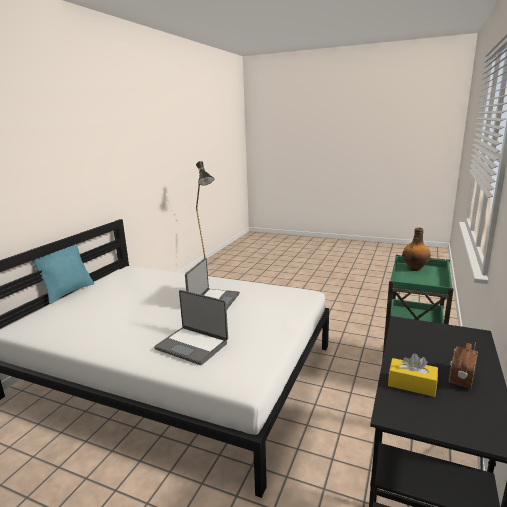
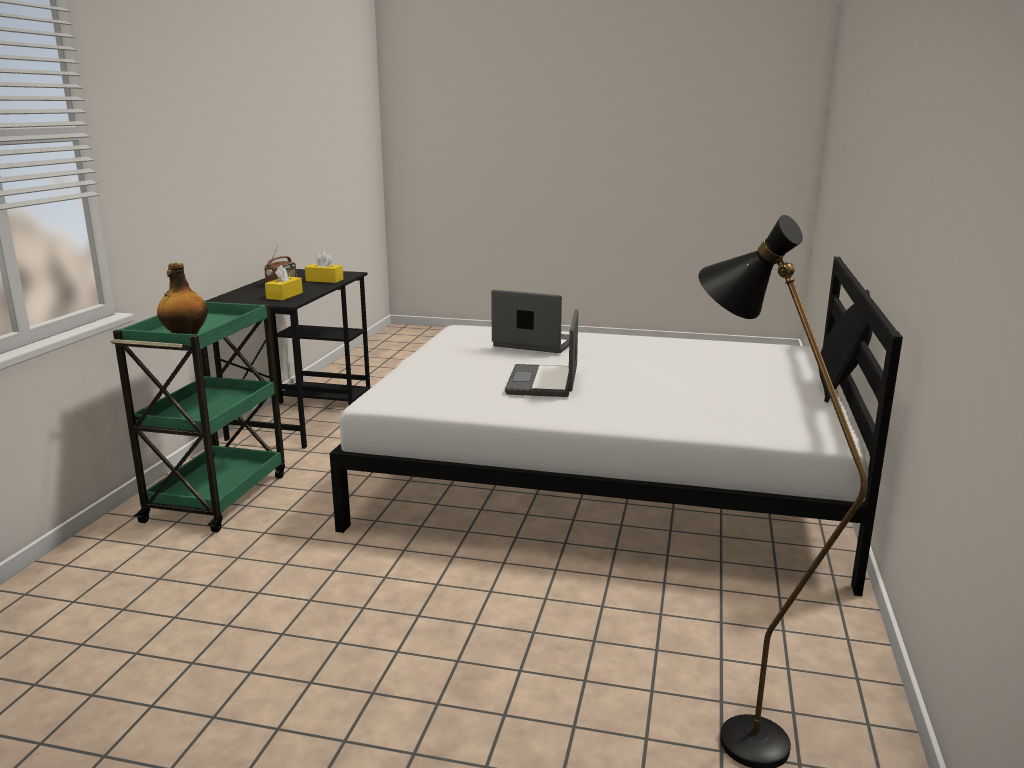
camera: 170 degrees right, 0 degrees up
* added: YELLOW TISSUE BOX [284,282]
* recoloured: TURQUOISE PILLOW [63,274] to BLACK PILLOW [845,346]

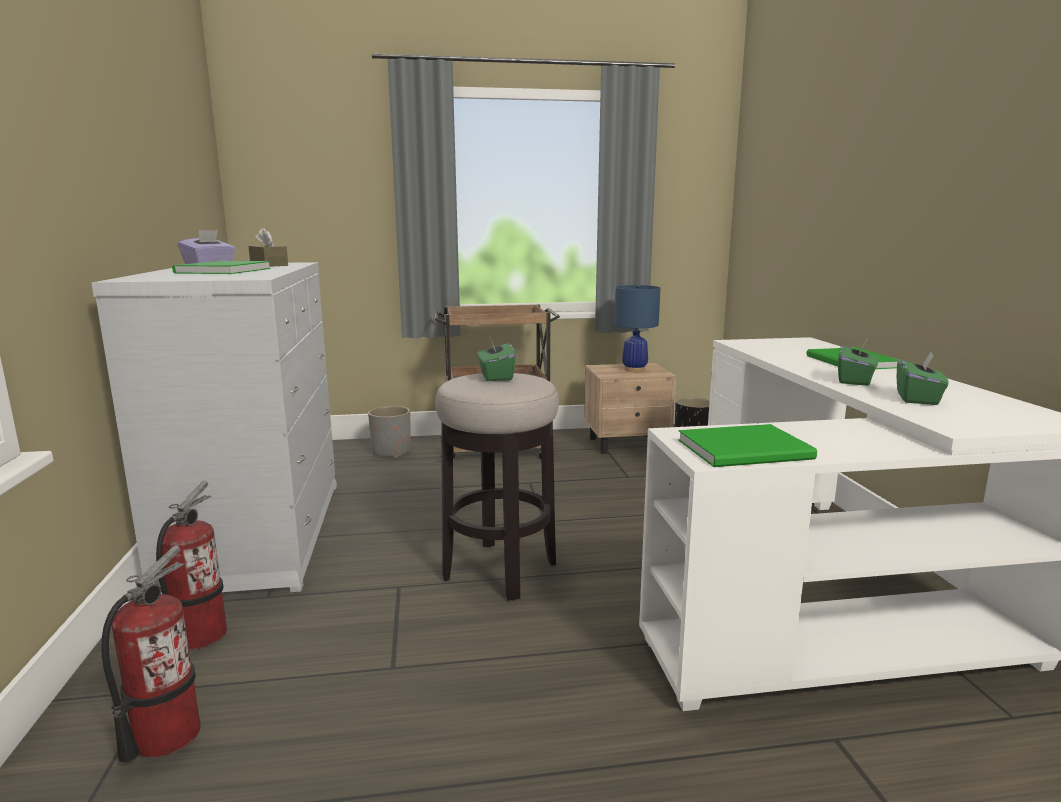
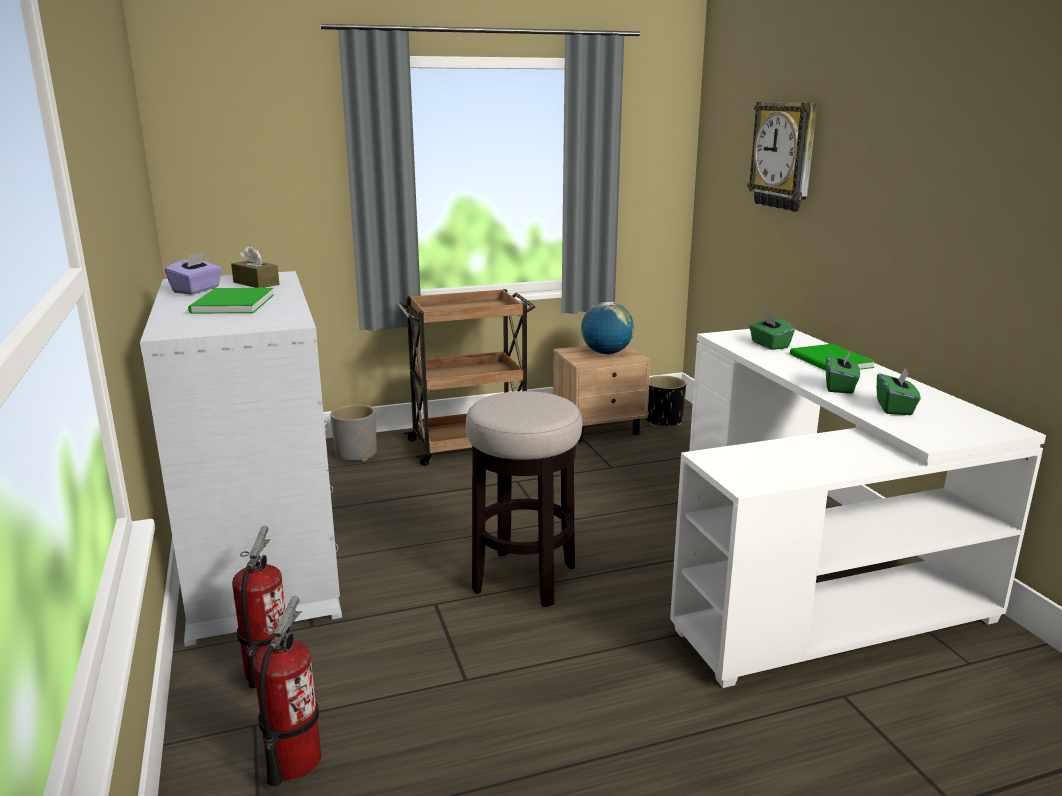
camera: 10 degrees left, 5 degrees up
* removed: GREEN BOOK [747,445]
* added: WALL CLOCK [782,157]
* moved: GREEN TISSUE BOX [496,359] to [772,331]
* replaced: BLUE TABLE LAMP [637,327] to GLOBE [607,327]

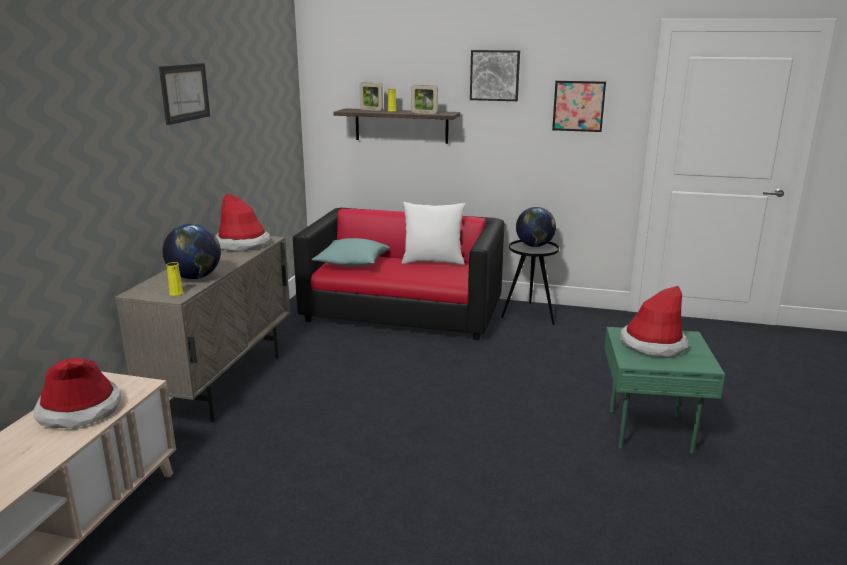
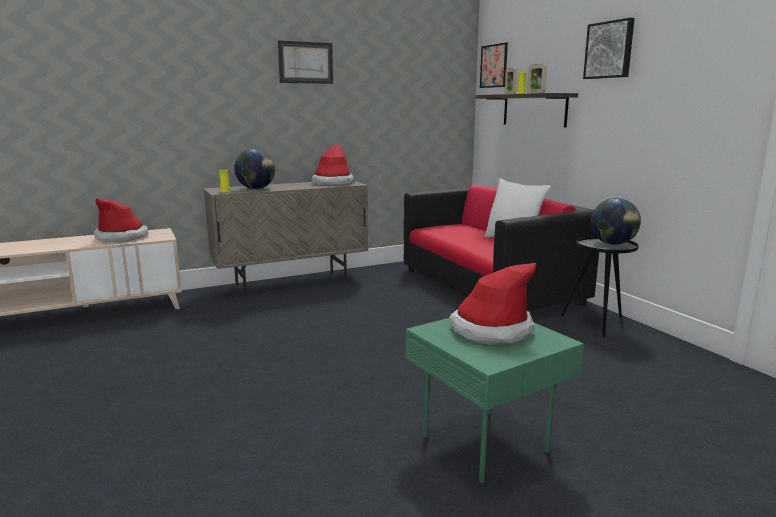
camera: 50 degrees right, 5 degrees down
* removed: TURQUOISE PILLOW [351,252]
* moved: PICTURE [579,106] to [494,65]

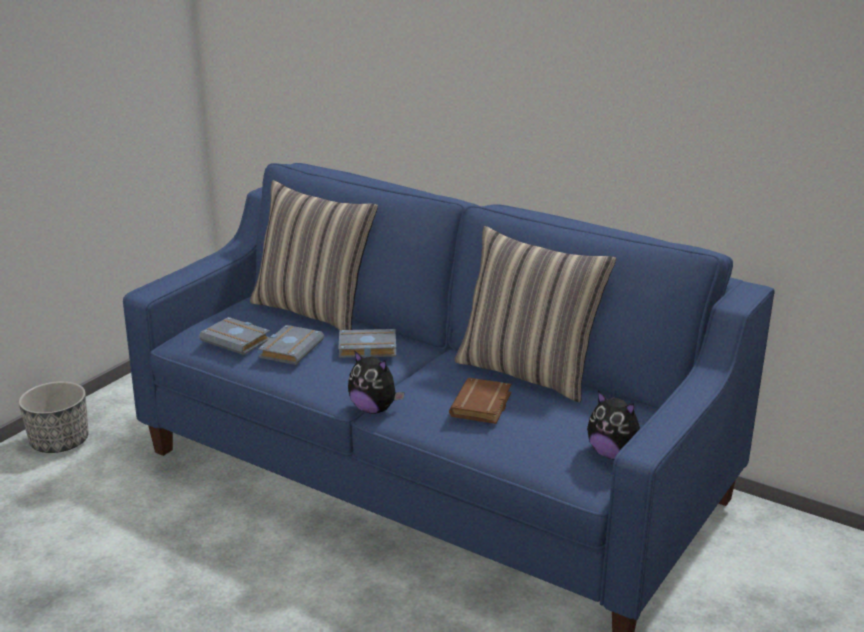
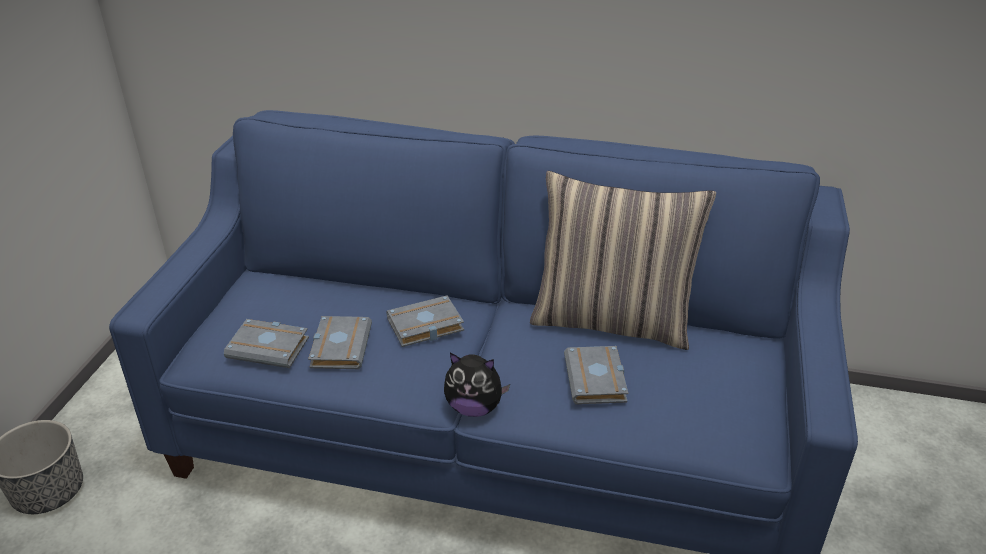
camera: 20 degrees left, 10 degrees up
* removed: PILLOW [314,255]
* removed: PLUSH TOY [613,425]
* recoloured: BROWN BOOK [480,401] to GREY BOOK [596,375]

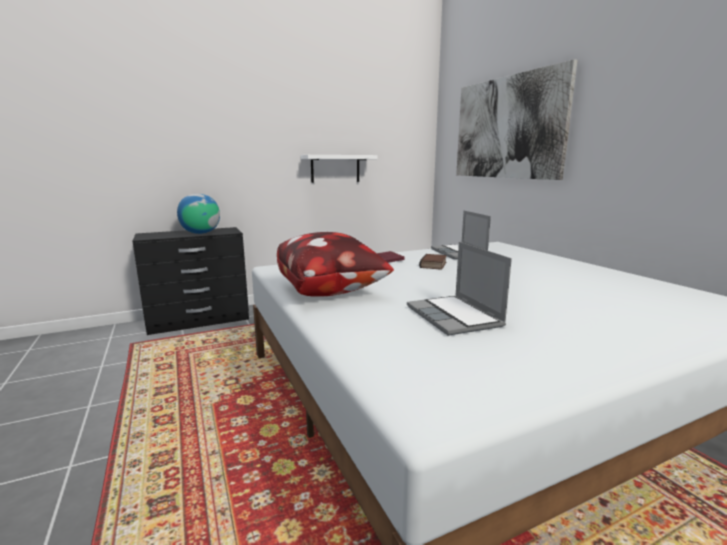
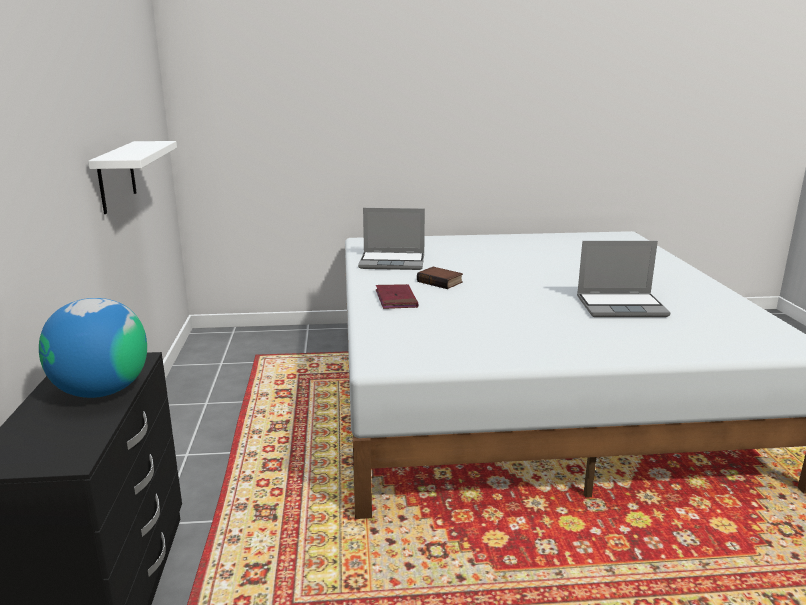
camera: 70 degrees left, 5 degrees up
* removed: PILLOW [335,264]
* removed: PICTURE [517,119]

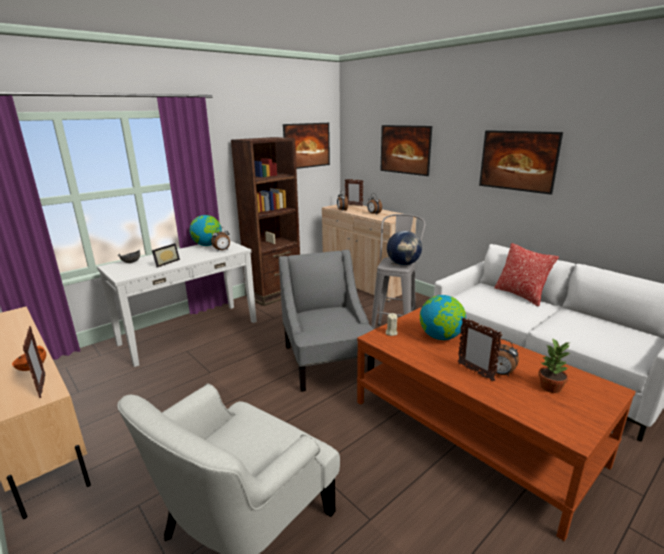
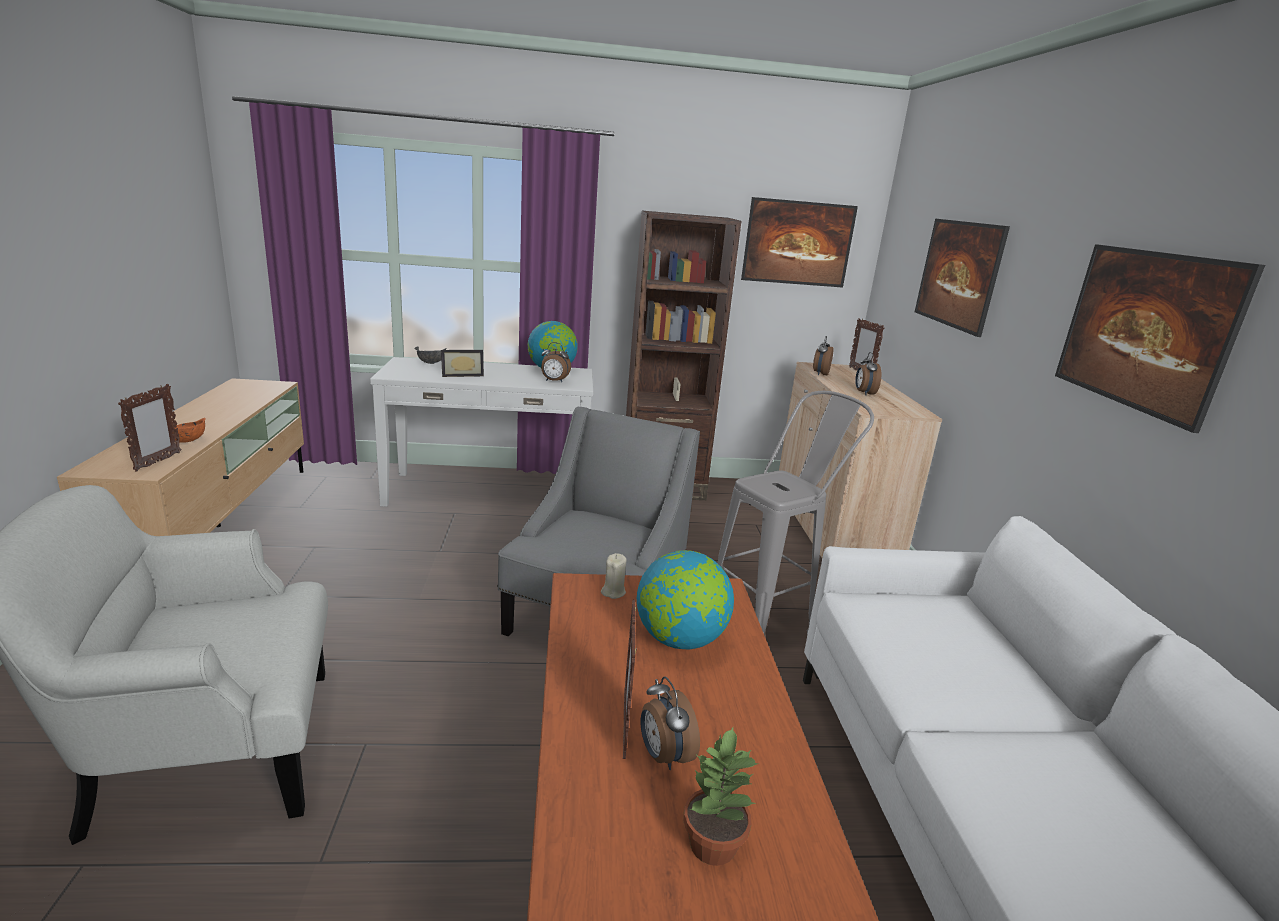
camera: 35 degrees right, 0 degrees up
* removed: GLOBE [404,248]
* removed: PILLOW [526,275]

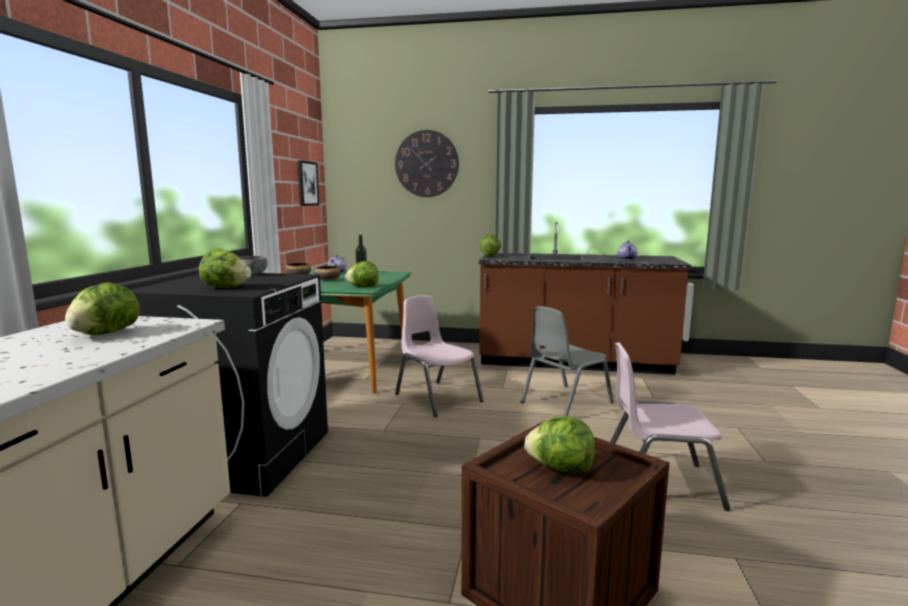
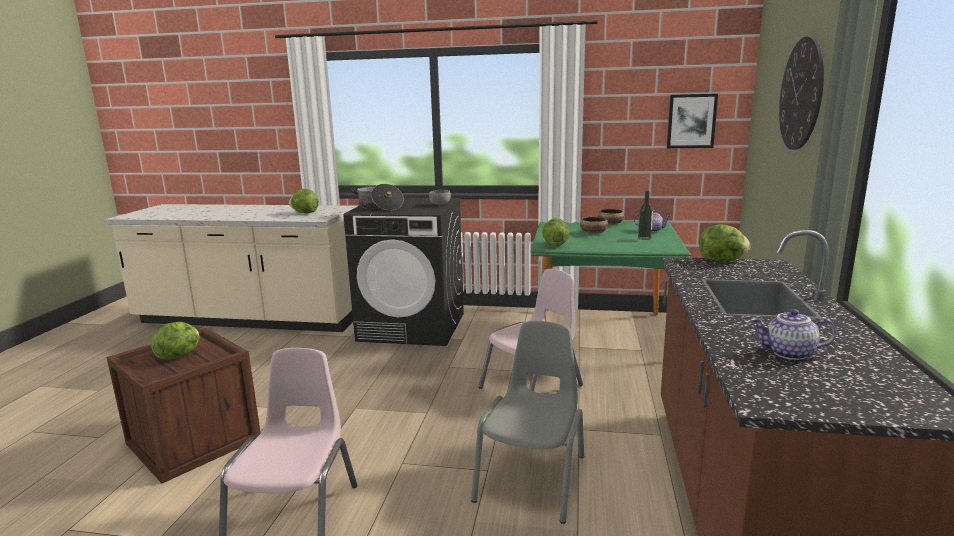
camera: 90 degrees right, 5 degrees up
* replaced: LETTUCE [225,268] to COOKING POT [377,197]
* turned: GREY CHAIR [567,361] = [527,422] 60 degrees clockwise

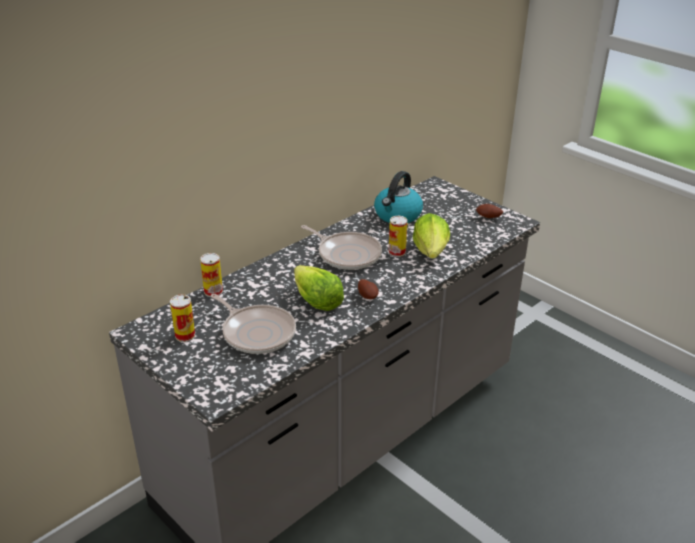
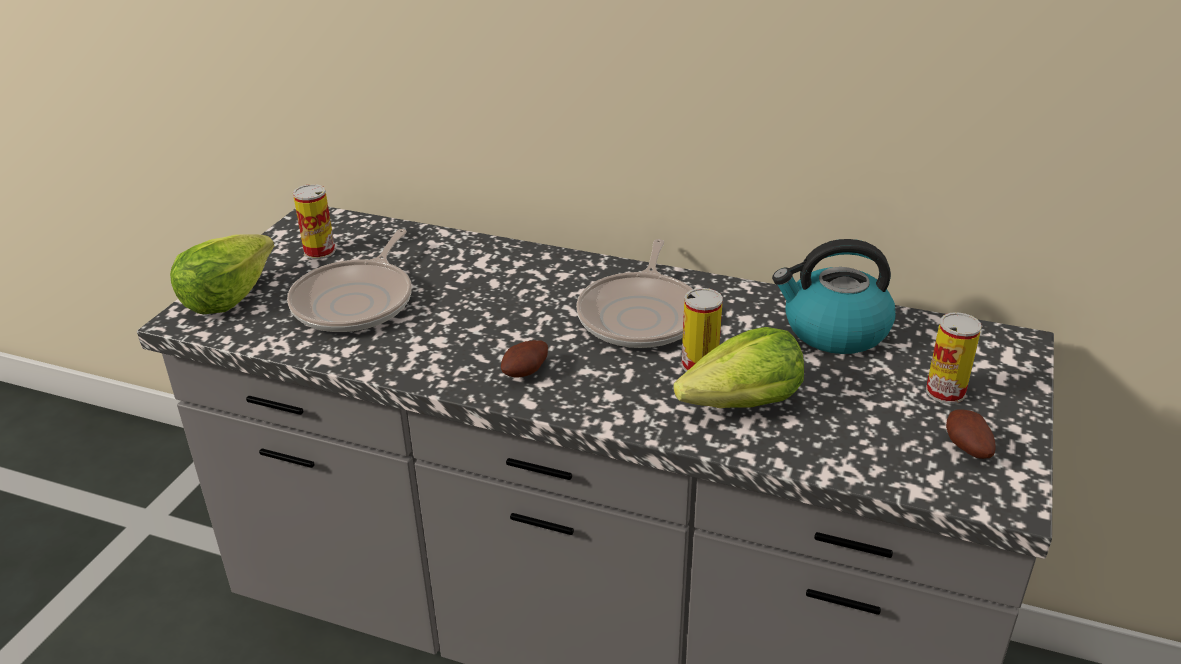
camera: 65 degrees right, 0 degrees up
* moved: CAN [211,275] to [954,358]
* moved: LETTUCE [319,288] to [222,274]

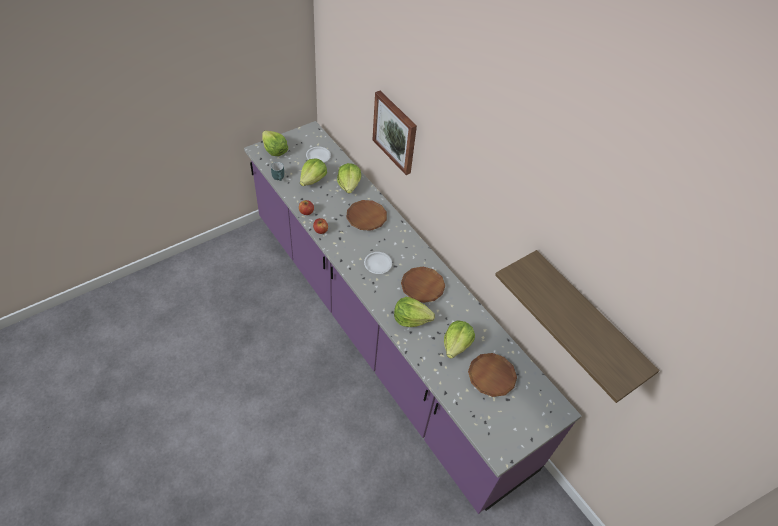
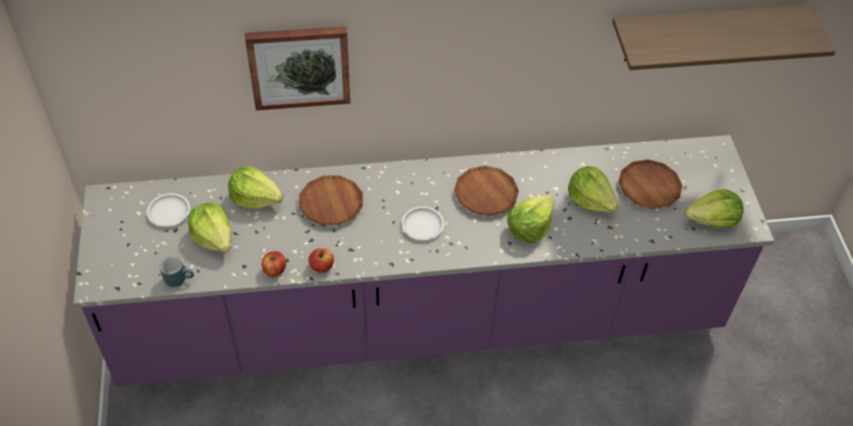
camera: 60 degrees left, 0 degrees up
* moved: LETTUCE [275,143] to [715,208]

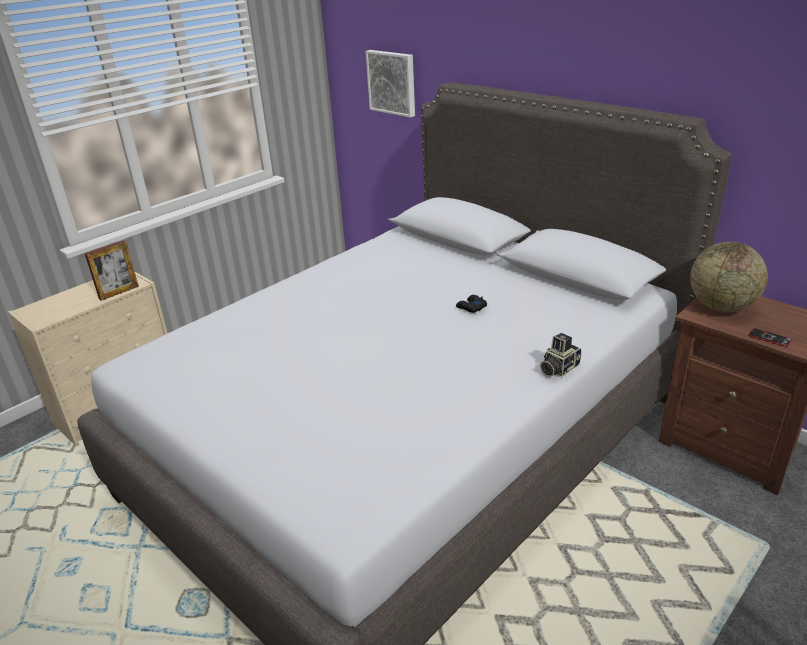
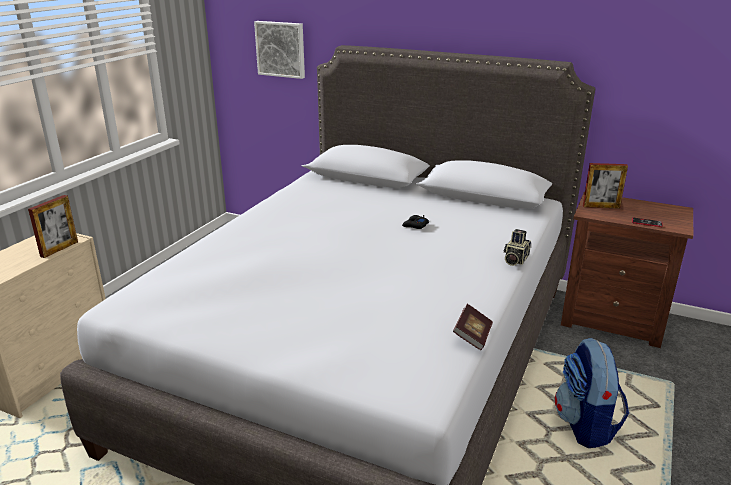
camera: 20 degrees left, 5 degrees down
* added: BOOK [473,327]
* added: BACKPACK [592,393]
* replaced: GLOBE [729,277] to PICTURE FRAME [605,186]

